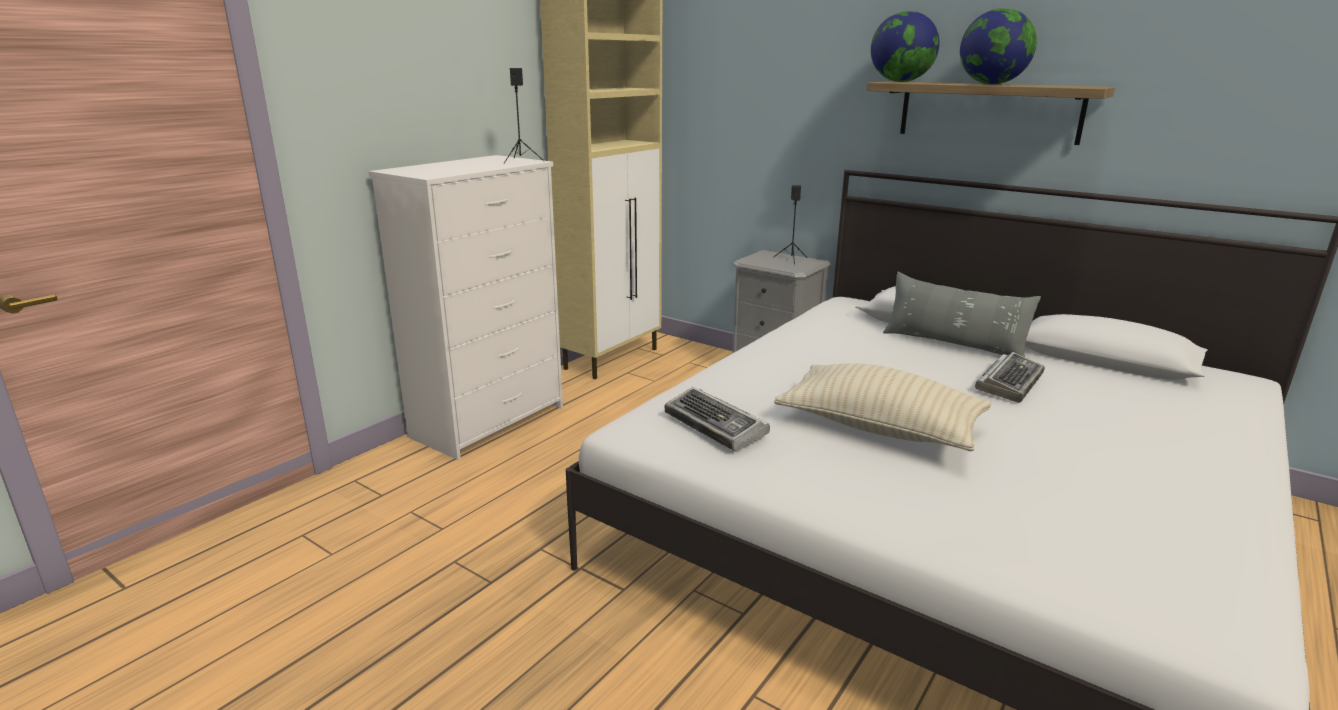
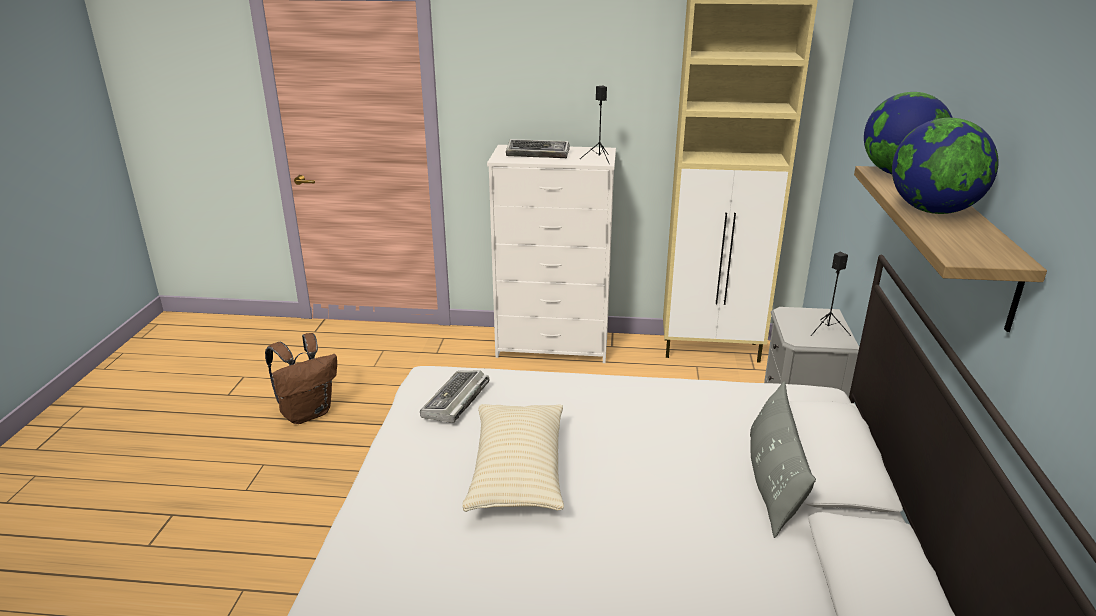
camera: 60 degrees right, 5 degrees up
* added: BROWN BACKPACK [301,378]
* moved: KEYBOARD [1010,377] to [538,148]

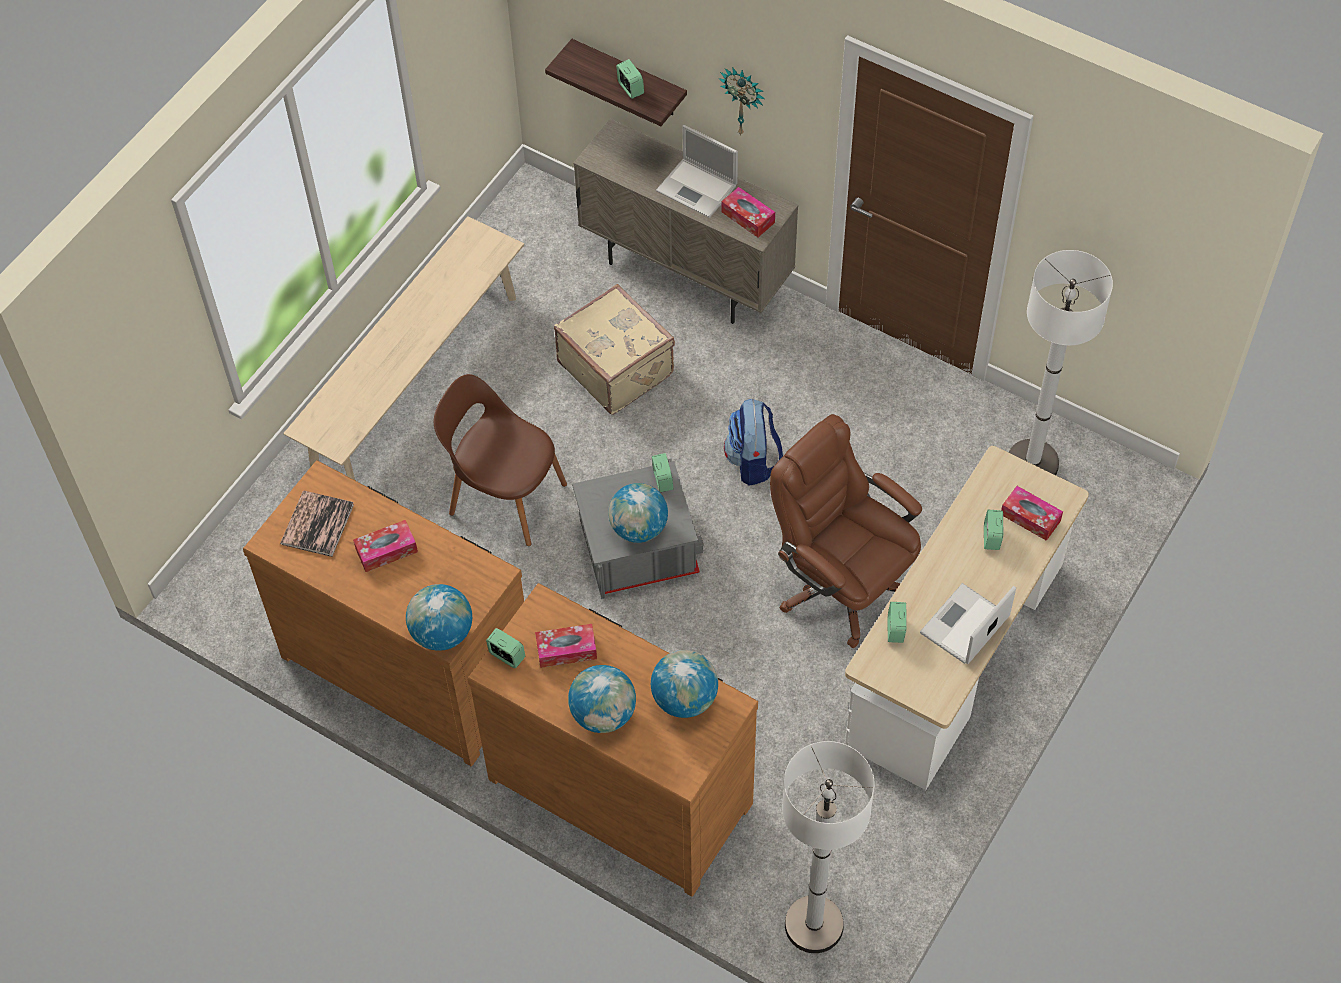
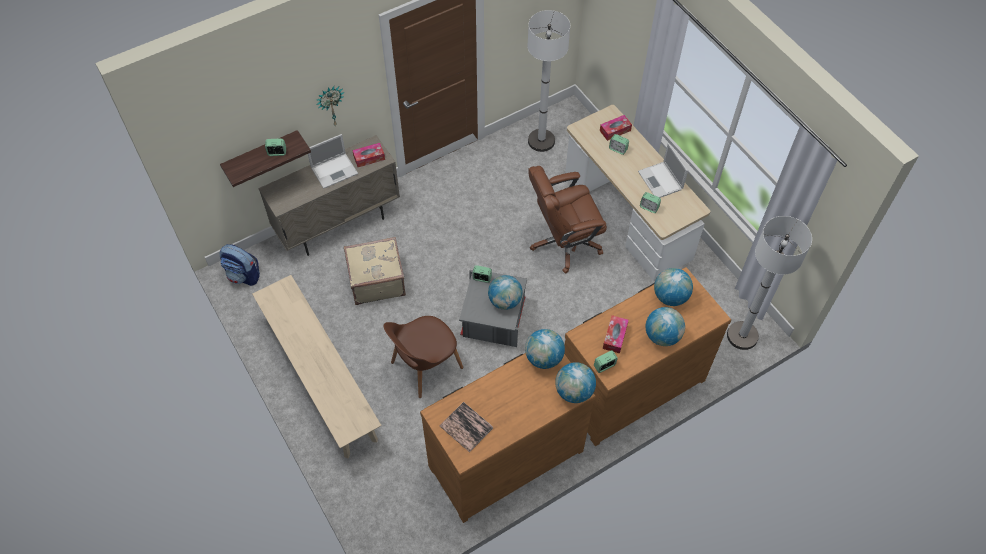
camera: 65 degrees left, 0 degrees up
* removed: TISSUE BOX [385,546]
* added: GLOBE [545,349]
* moved: BACKPACK [753,442] to [240,265]

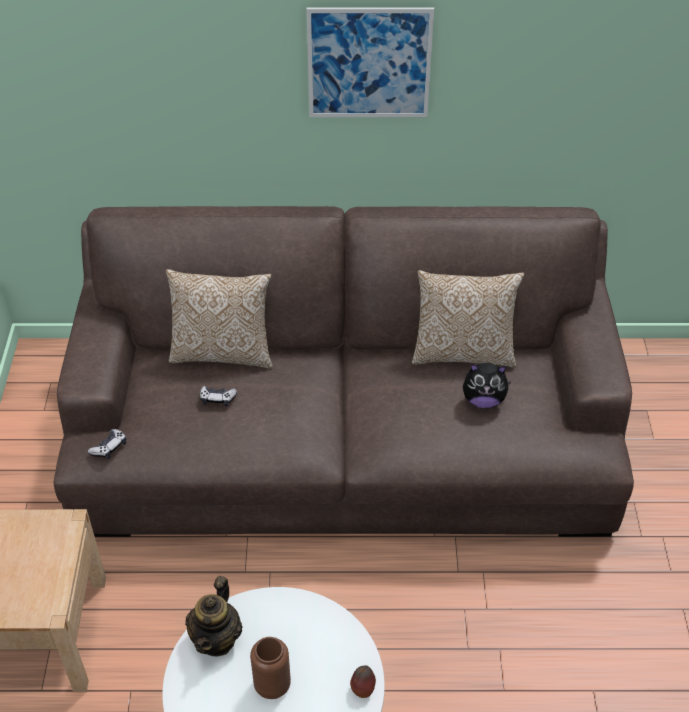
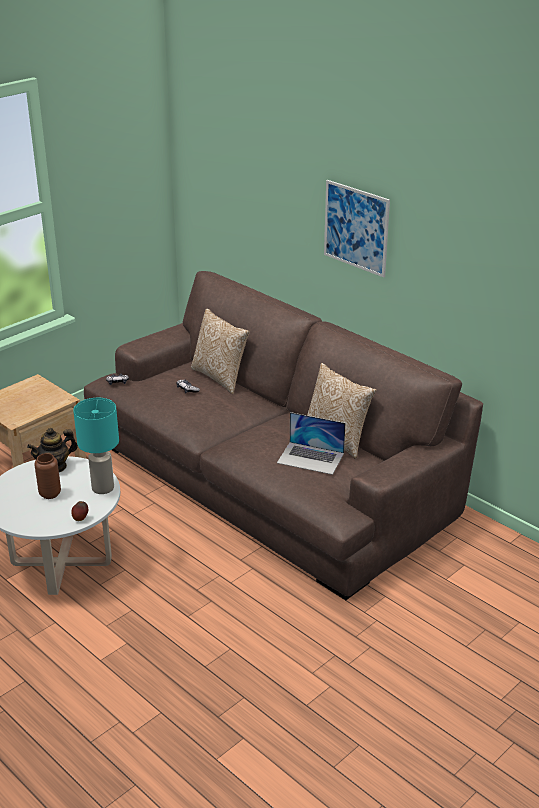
camera: 45 degrees right, 15 degrees down
* added: TURQUOISE TABLE LAMP [96,446]
* replaced: PLUSH TOY [487,385] to LAPTOP [311,443]

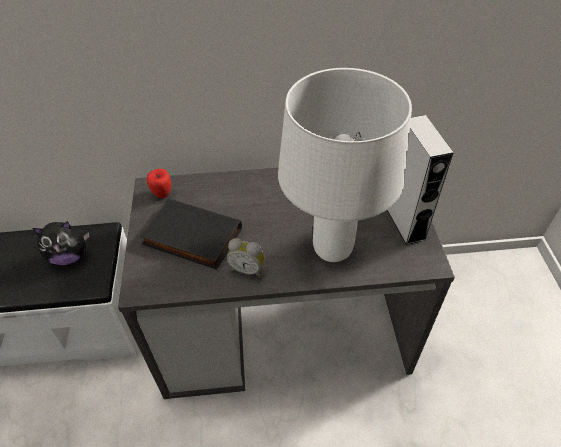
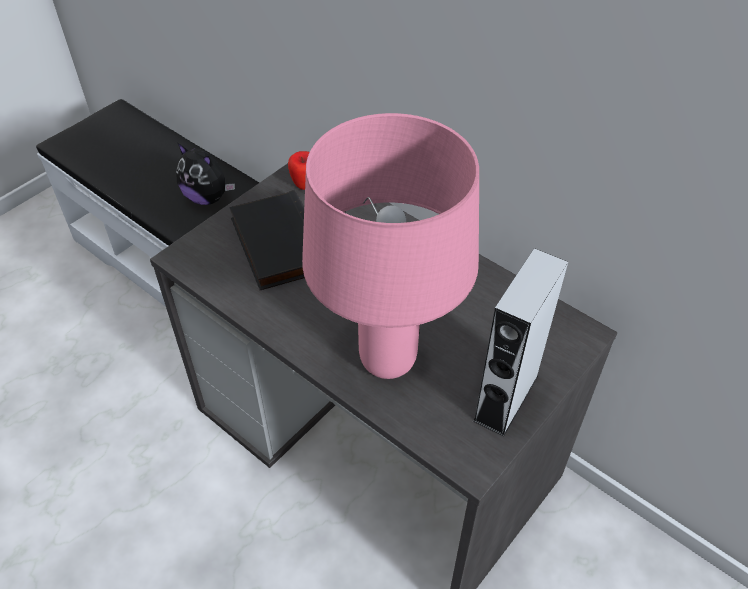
camera: 45 degrees right, 0 degrees up
* removed: ALARM CLOCK [246,257]
* recoloured: WHITE TABLE LAMP [345,165] to PINK TABLE LAMP [390,246]

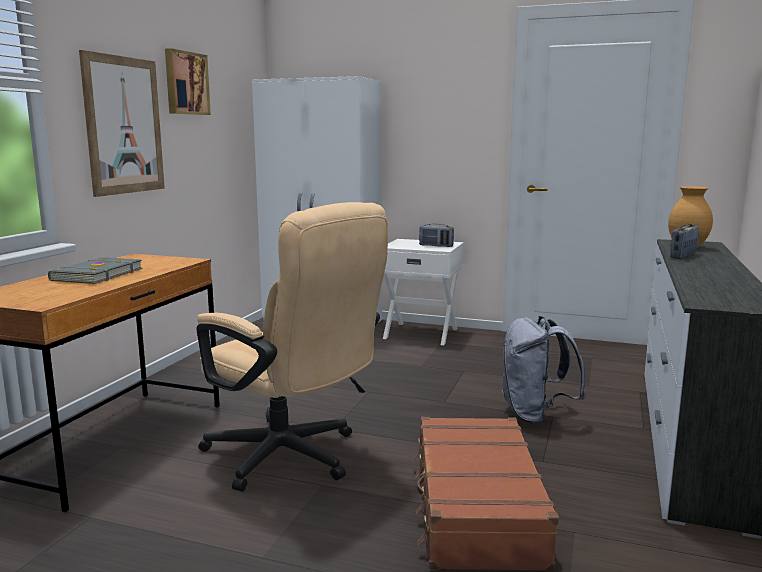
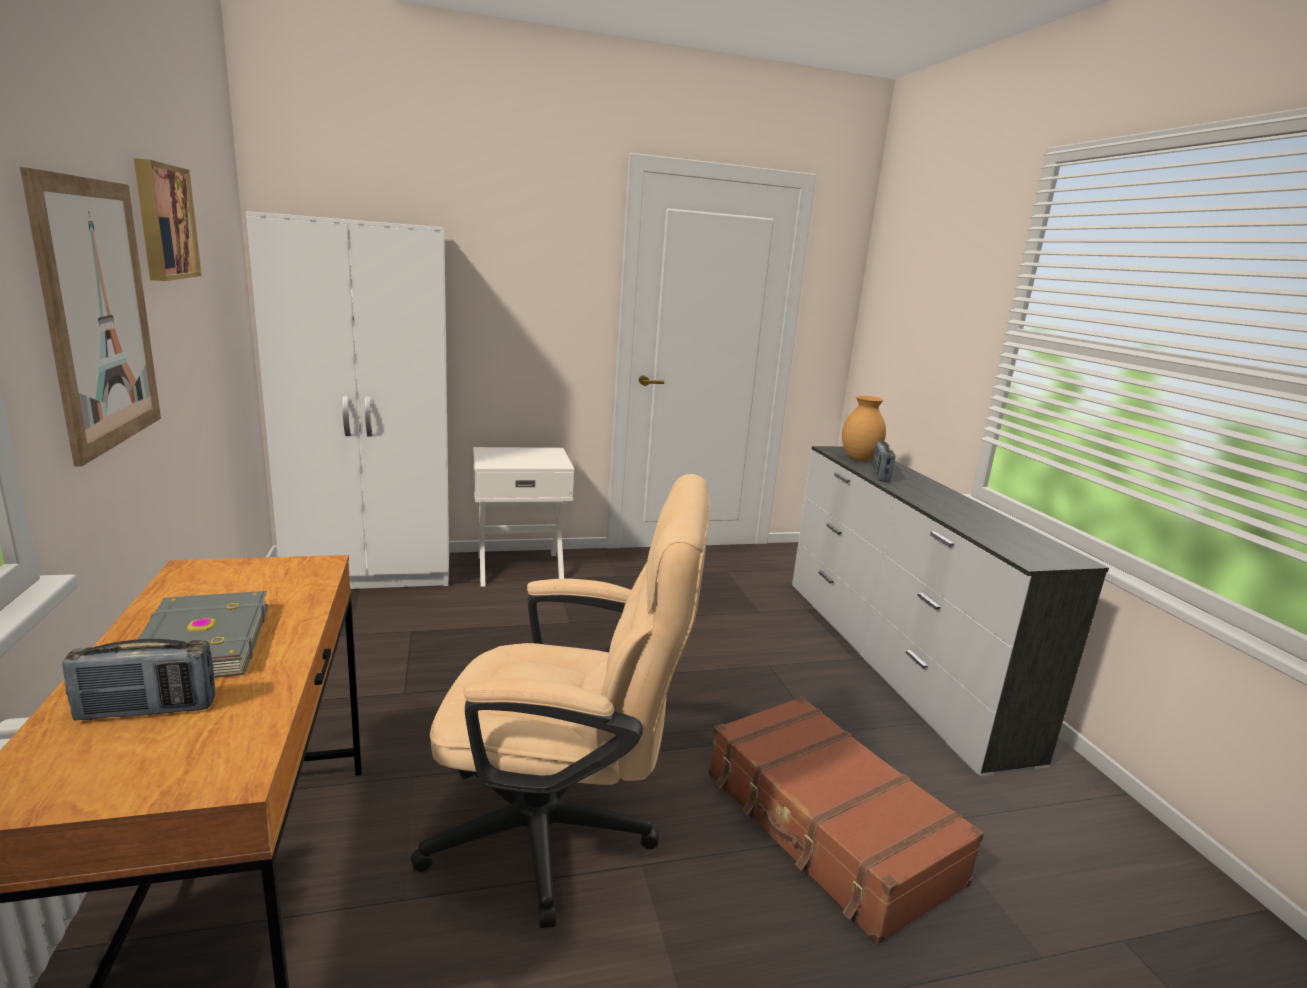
camera: 35 degrees left, 5 degrees up
* removed: GREY BACKPACK [543,370]
* moved: RADIO [436,235] to [138,679]

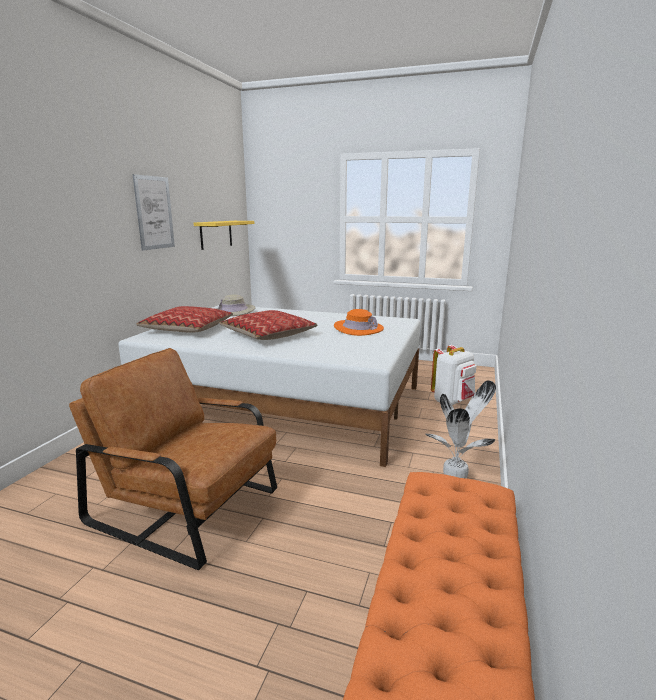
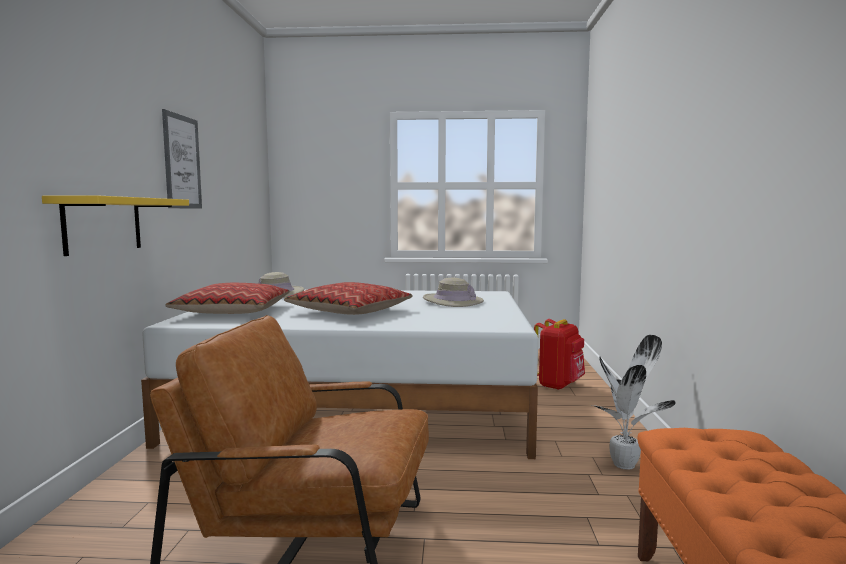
camera: 15 degrees left, 10 degrees down
* moved: YELLOW SHELF [224,235] to [115,226]
* recoloured: ORANGE HAT [359,322] to BEIGE HAT [453,292]
* recoloured: WHITE BACKPACK [454,375] to RED BACKPACK [559,354]

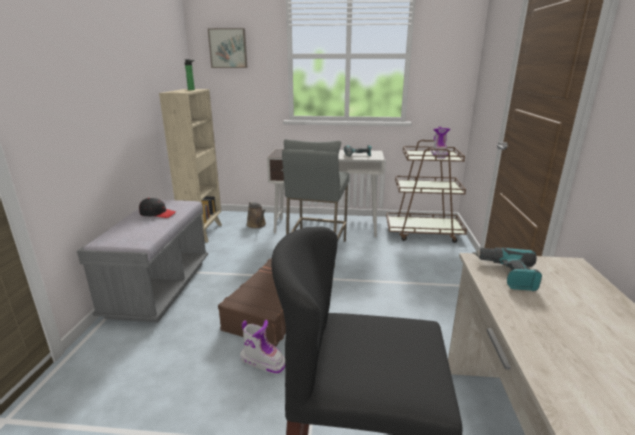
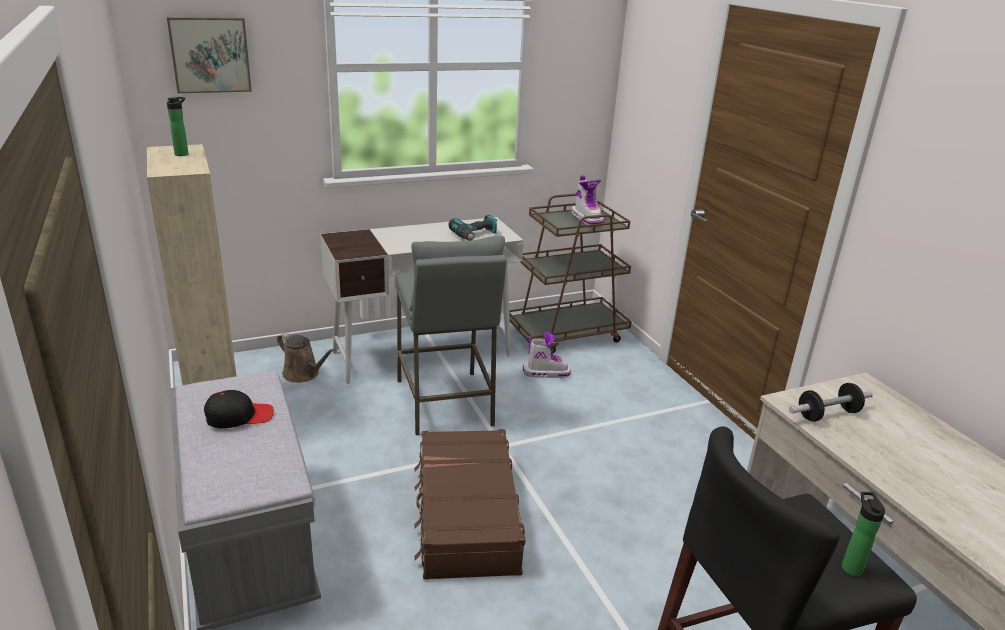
camera: 30 degrees left, 5 degrees up
* added: BOTTLE [863,534]
* moved: BOOT [262,347] to [547,355]
* replaced: POWER DRILL [507,269] to DUMBBELL [831,402]

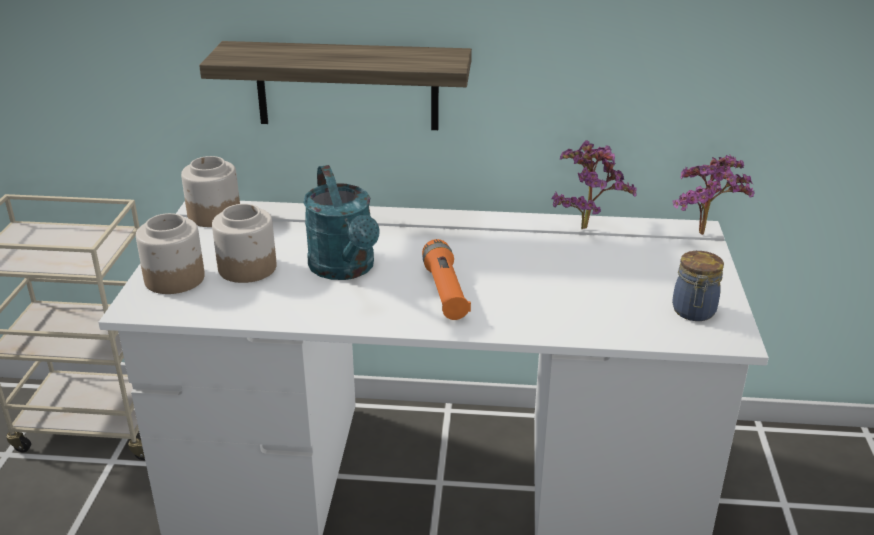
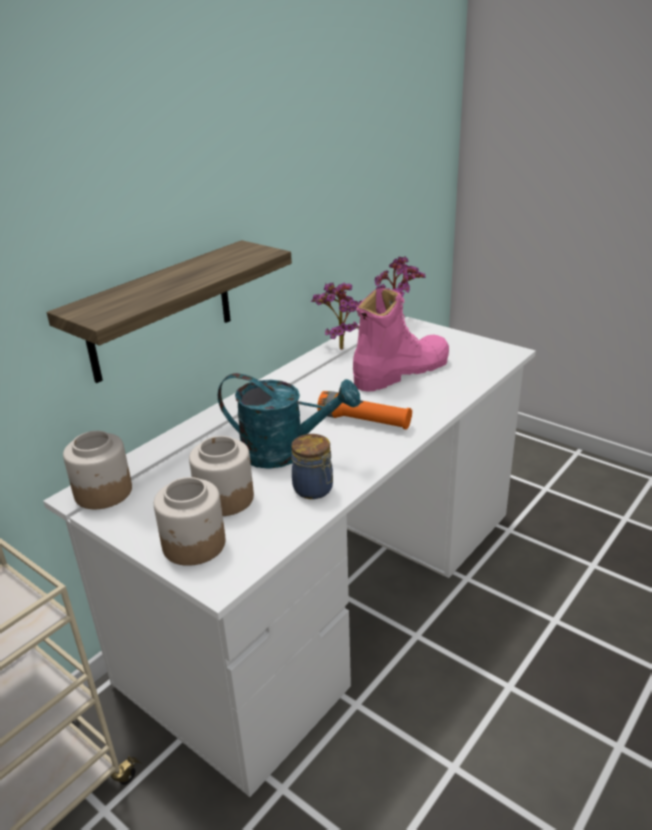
camera: 55 degrees left, 0 degrees up
* added: PINK BOOT [401,340]
* moved: JAR [698,286] to [312,466]

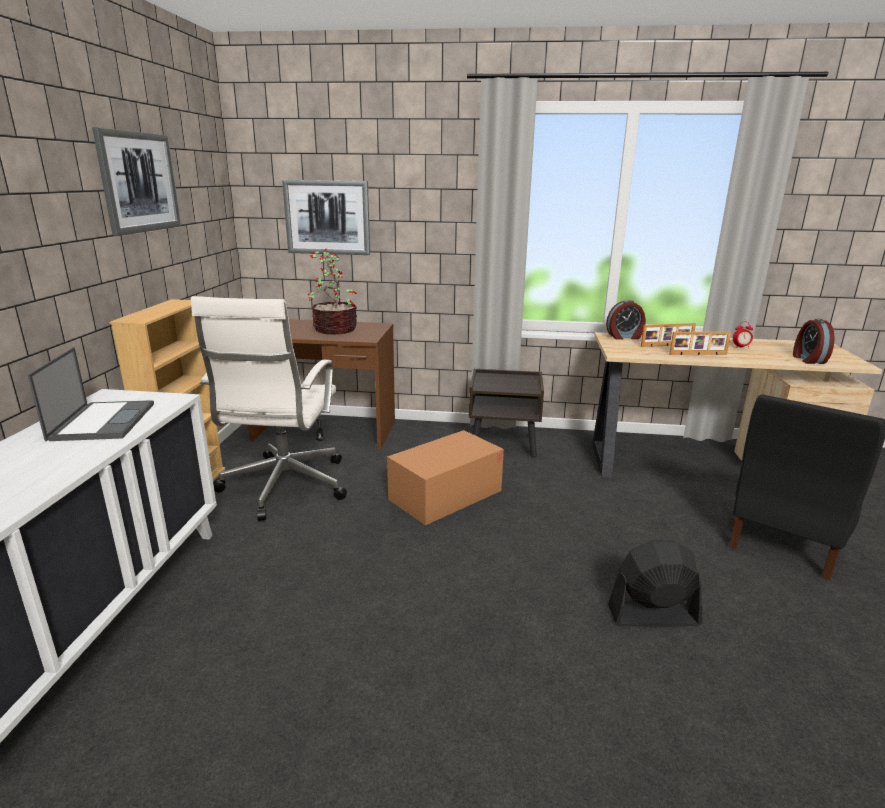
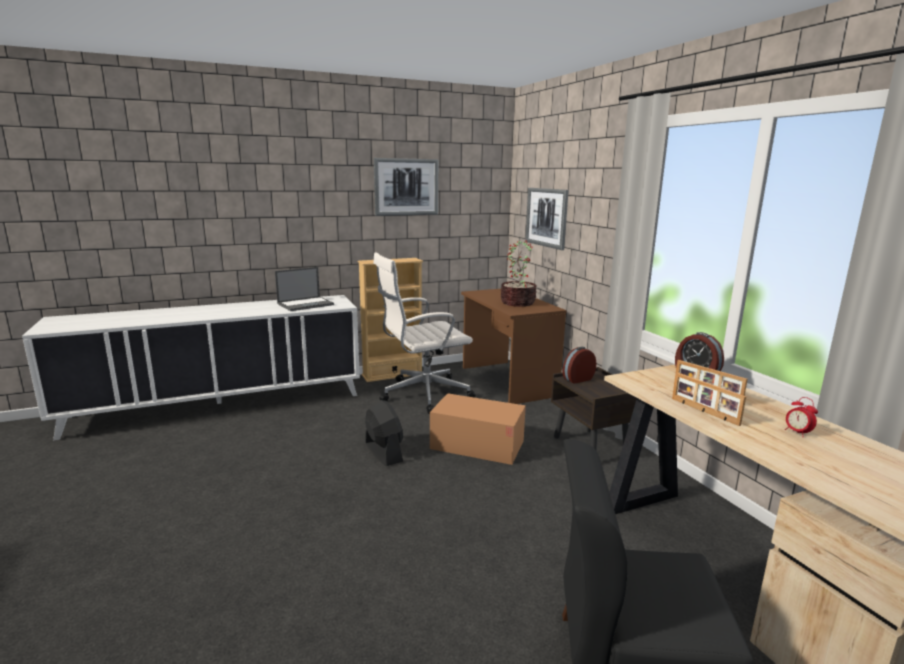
camera: 60 degrees right, 5 degrees down
* moved: BLACK FAN [655,583] to [384,433]
* moved: ALARM CLOCK [814,341] to [579,365]

